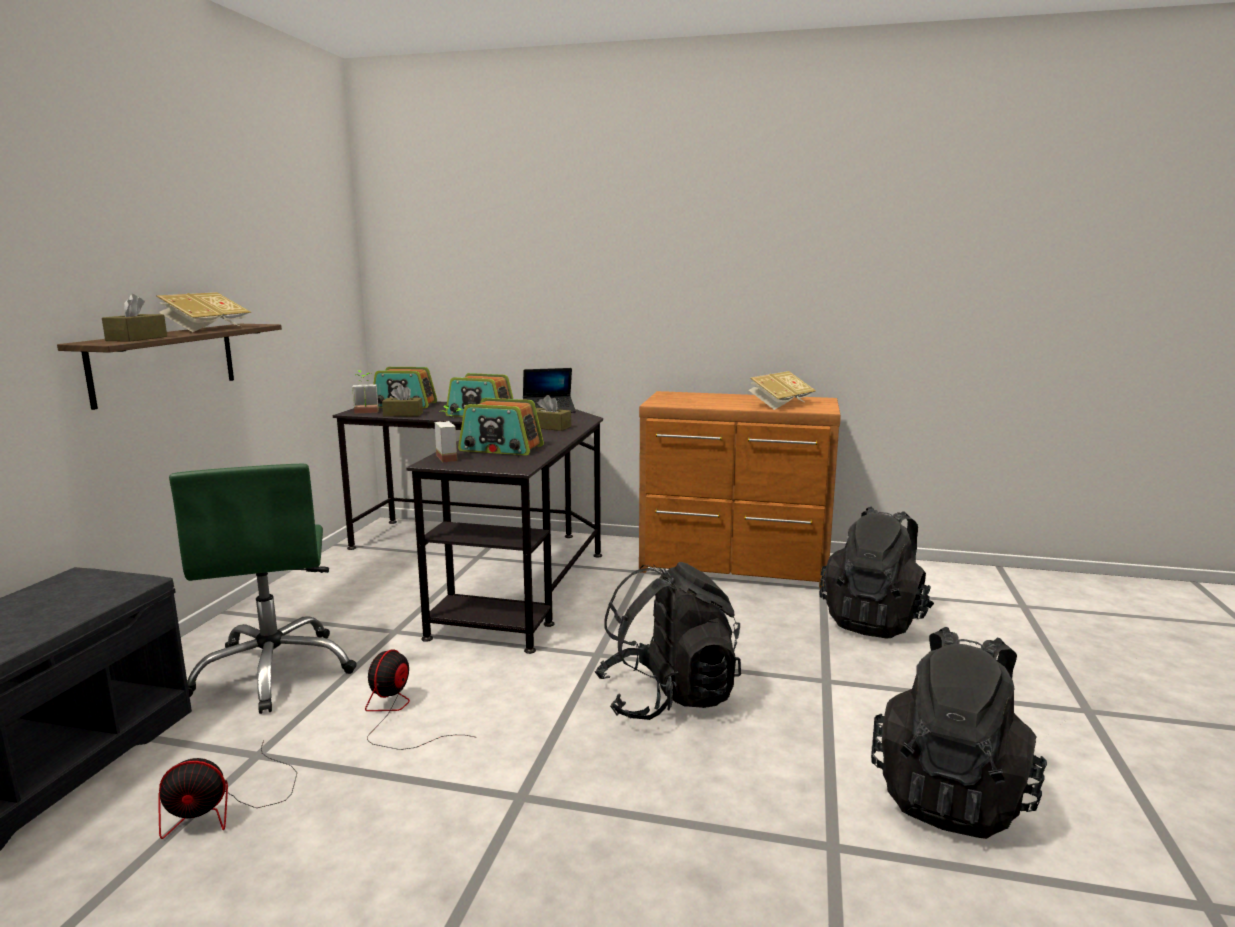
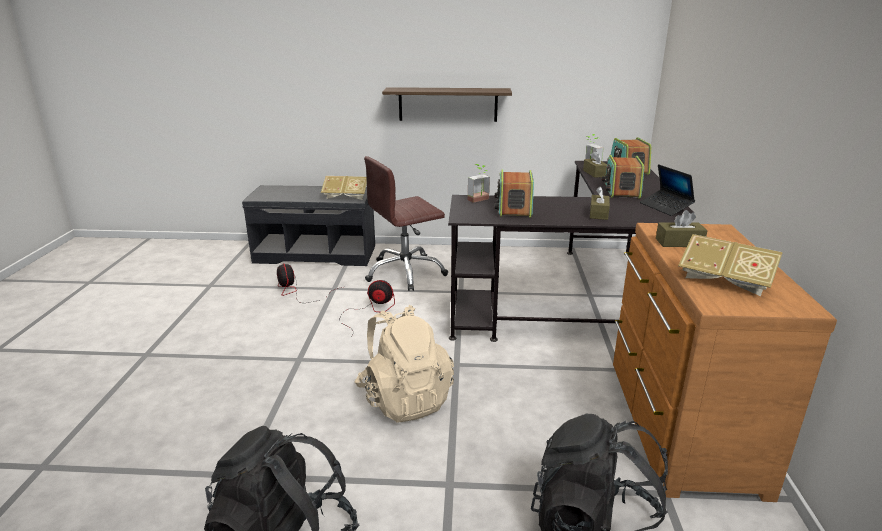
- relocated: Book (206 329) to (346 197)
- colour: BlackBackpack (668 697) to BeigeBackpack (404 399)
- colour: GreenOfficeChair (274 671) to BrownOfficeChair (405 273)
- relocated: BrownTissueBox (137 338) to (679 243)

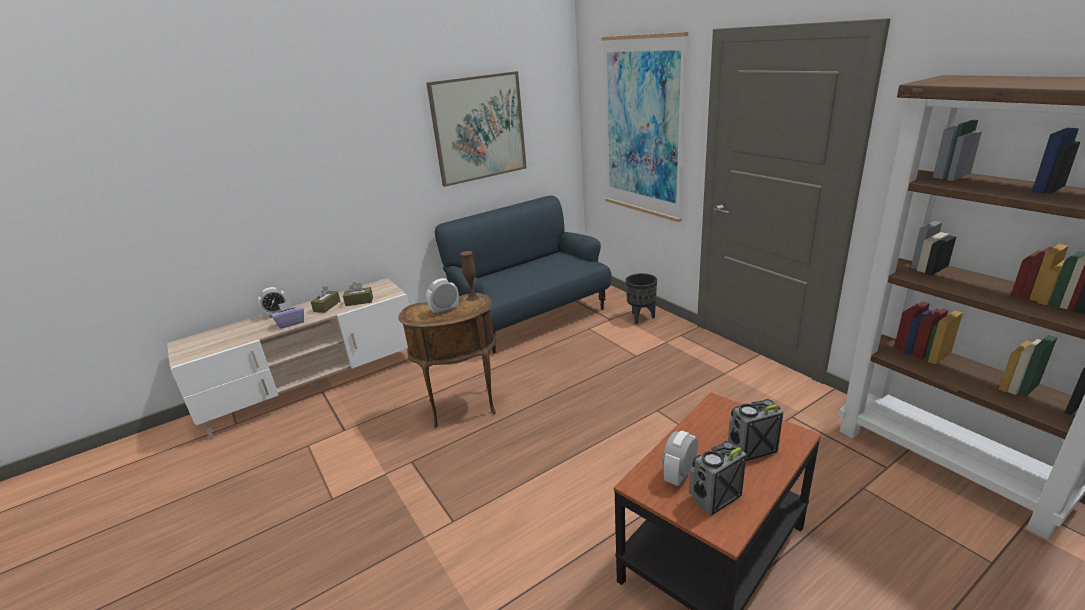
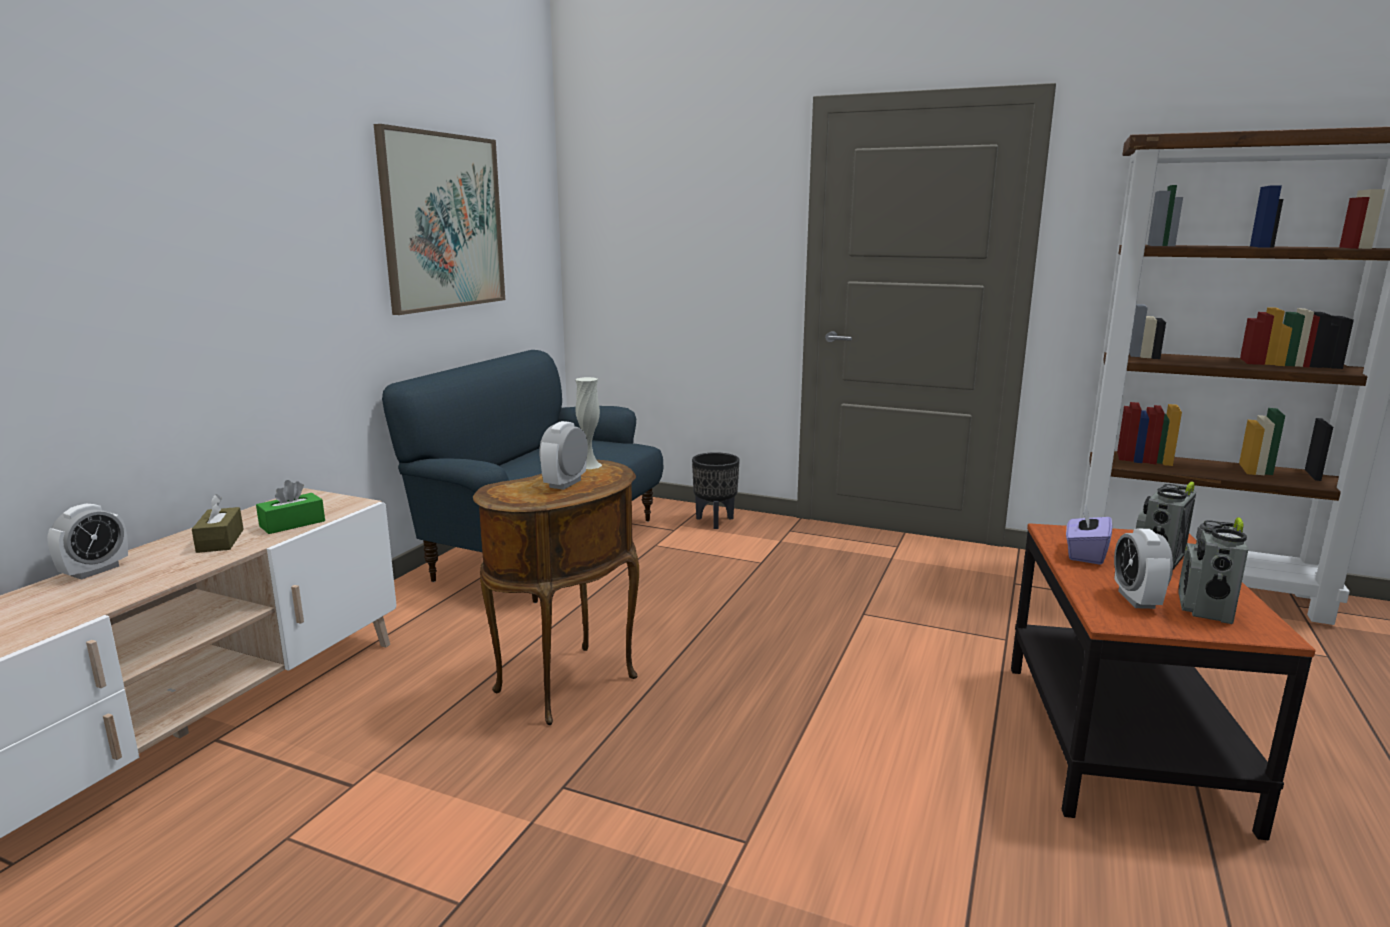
- colour: BrownTissueBox (359 301) to GreenTissueBox (292 524)
- colour: BrownVase (473 298) to WhiteVase (589 465)
- relocated: PurpleTissueBox (291 323) to (1085 554)
- missing: Picture (642 128)

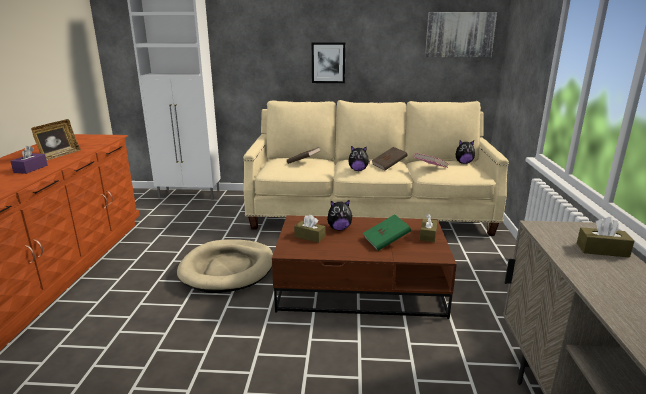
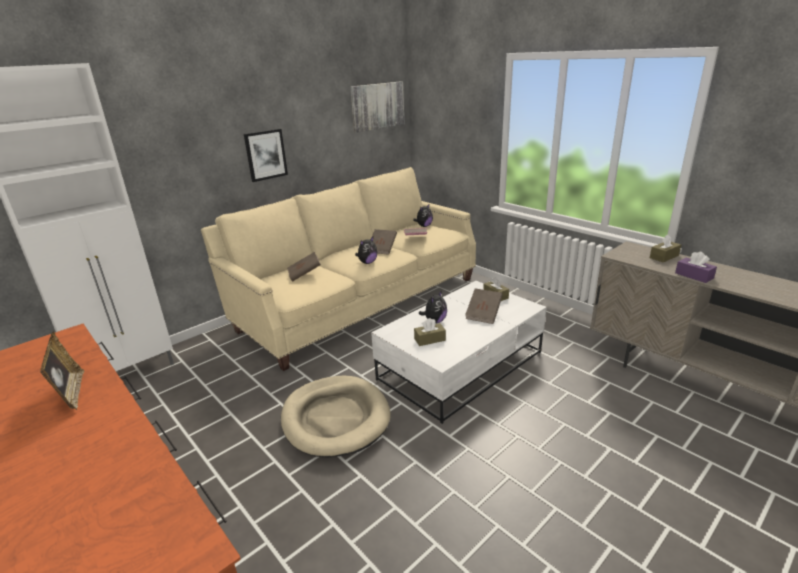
- colour: BrownCoffeeTable (361 287) to WhiteCoffeeTable (461 365)
- colour: GreenBook (386 242) to BrownBook (483 314)
- relocated: PurpleTissueBox (31 169) to (694 276)

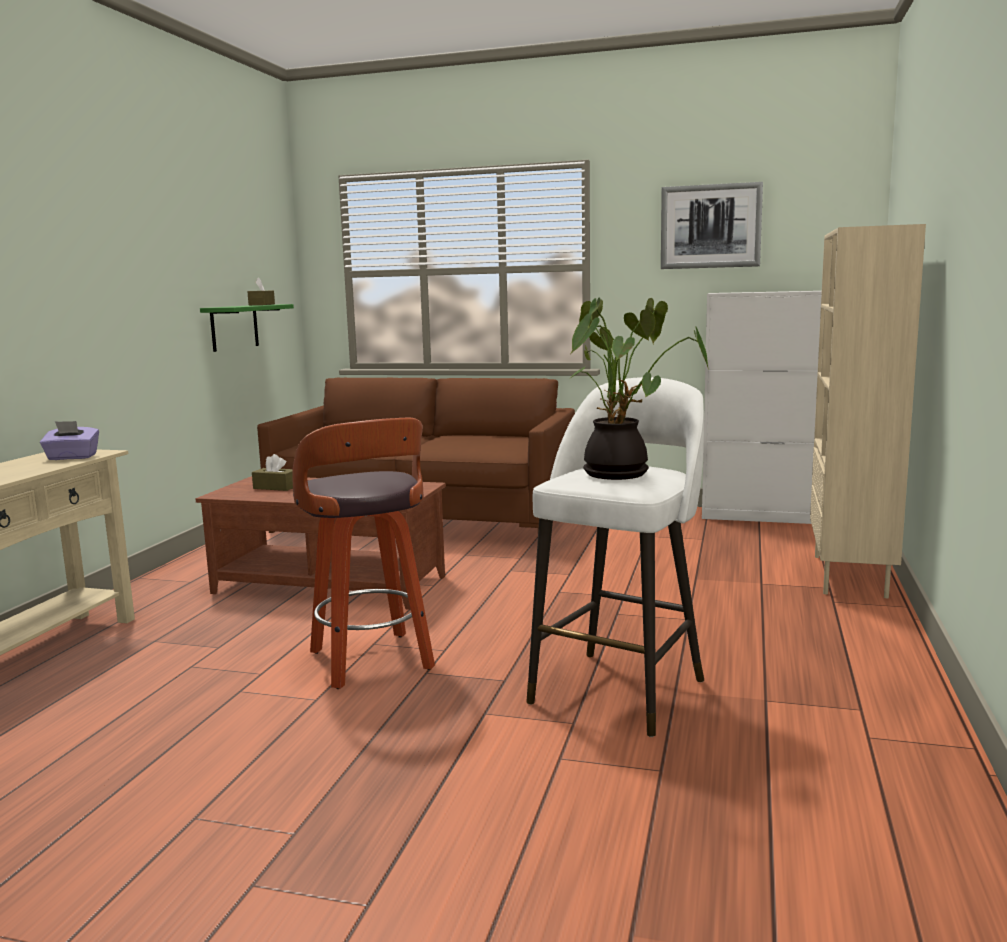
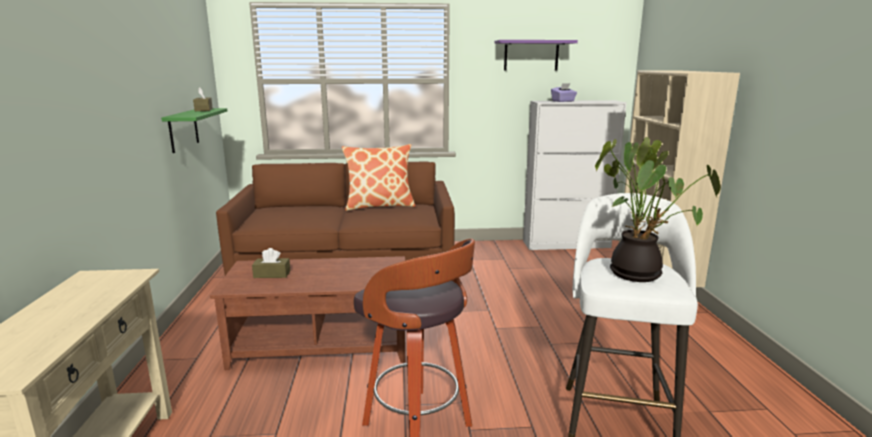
- appeared: Pillow (379 206)
- exchanged: Picture (710 226) to PurpleShelf (531 55)
- relocated: PurpleTissueBox (72 457) to (563 101)

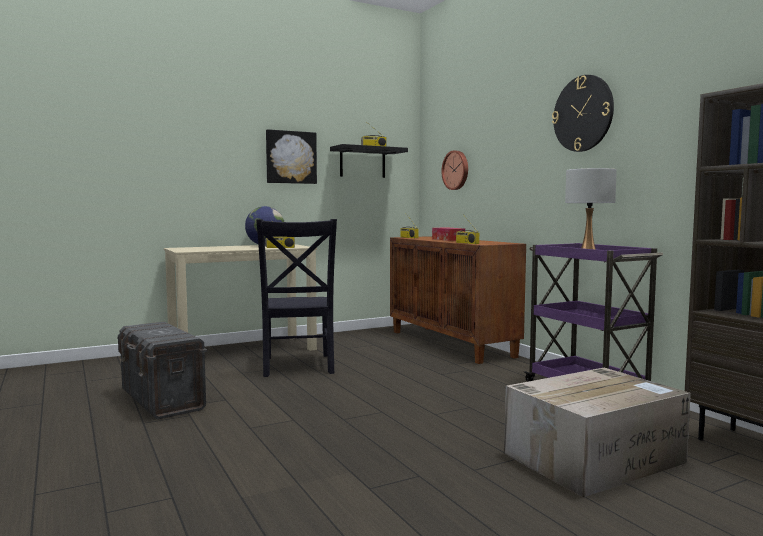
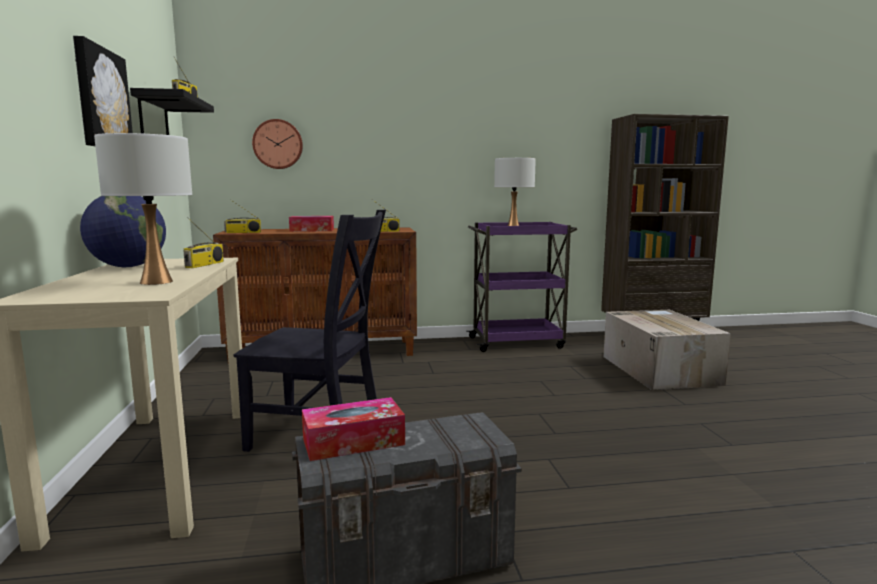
- appeared: WhiteTableLamp (156 282)
- appeared: TissueBox (353 442)
- missing: WallClock (583 113)

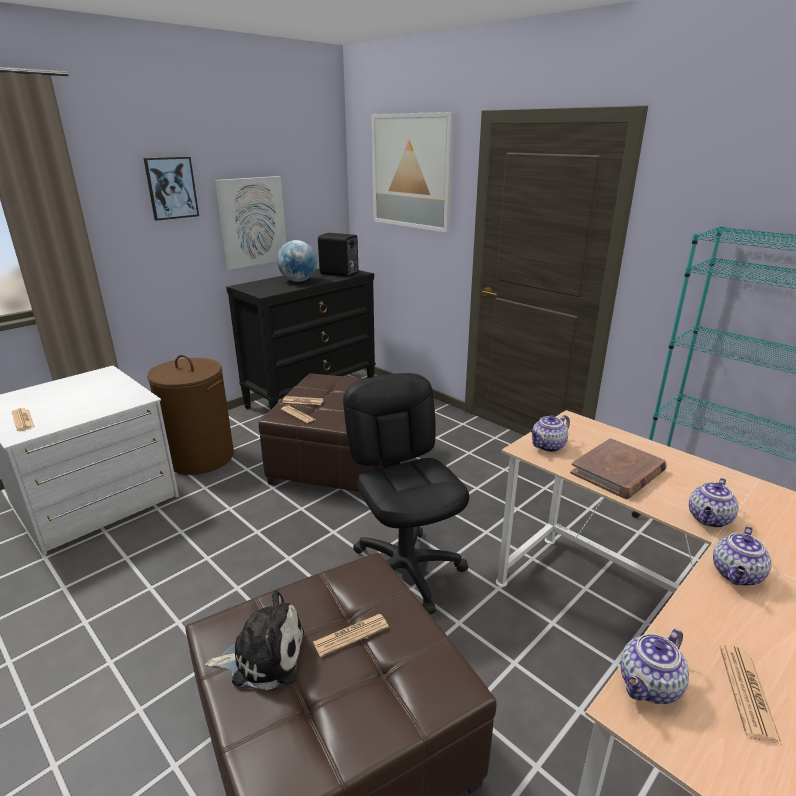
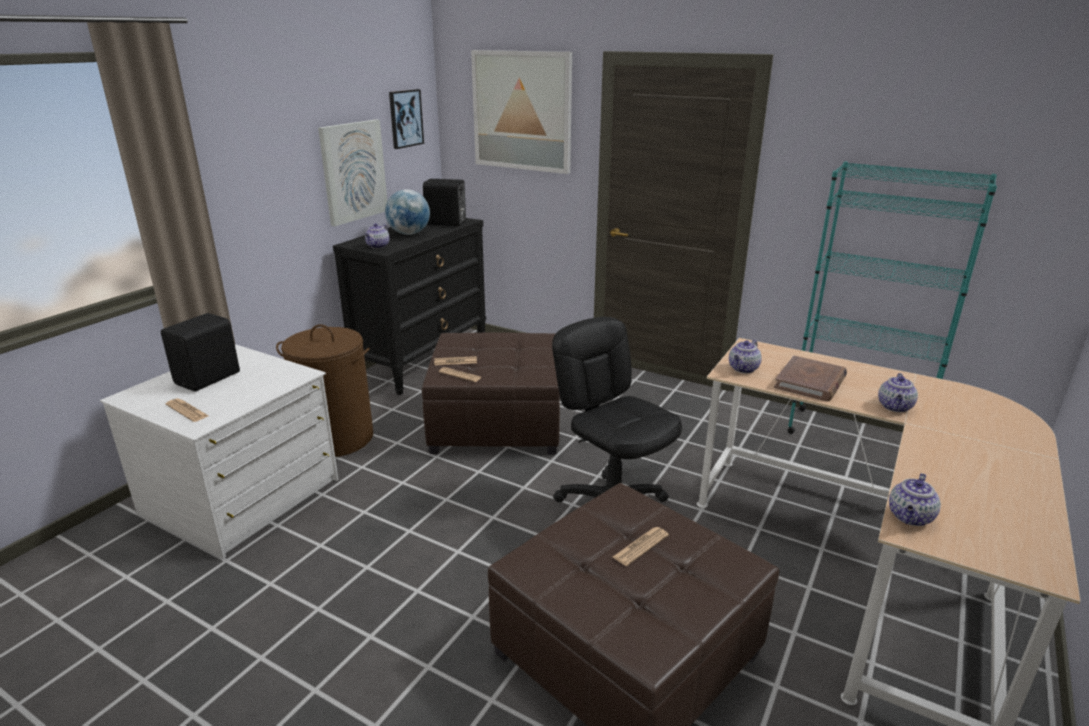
- appeared: BlackSpeaker (209 378)
- relocated: Teapot (737 575) to (378 246)
- relocated: Picture (171 188) to (405 118)
- missing: PlushToy (263 656)
- missing: Newspaper (747 692)

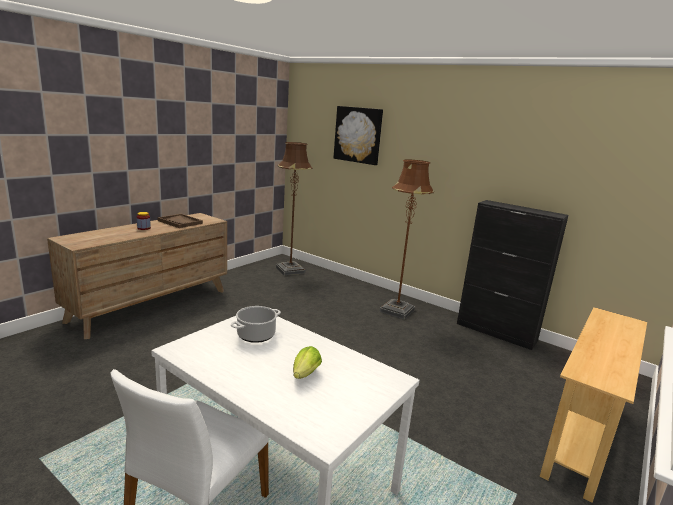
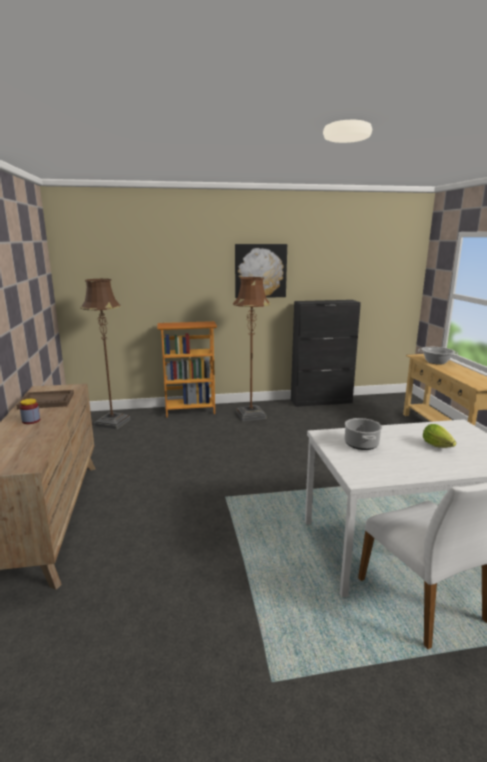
- appeared: Bookcase (190 411)
- relocated: Picture (358 135) to (260 271)
- appeared: CookingPot (436 362)

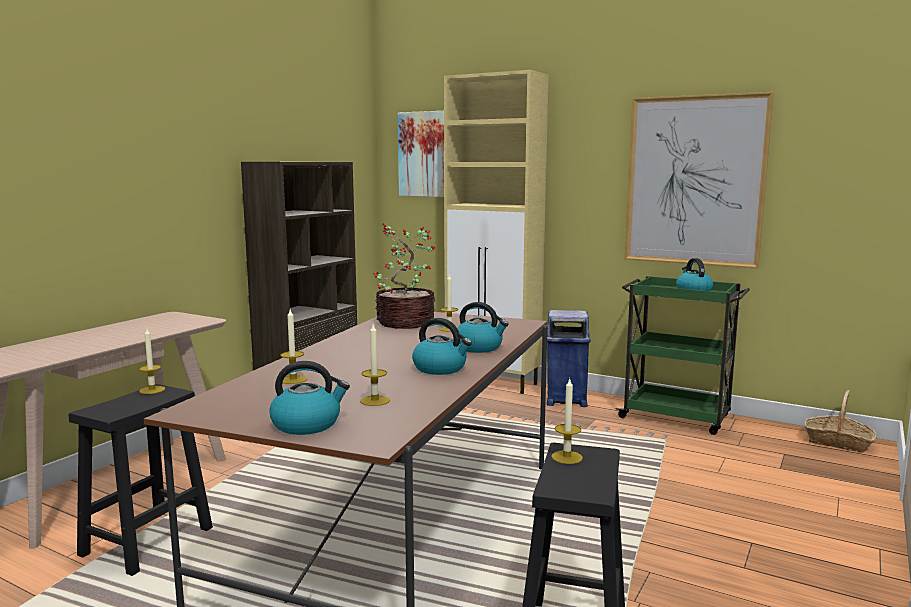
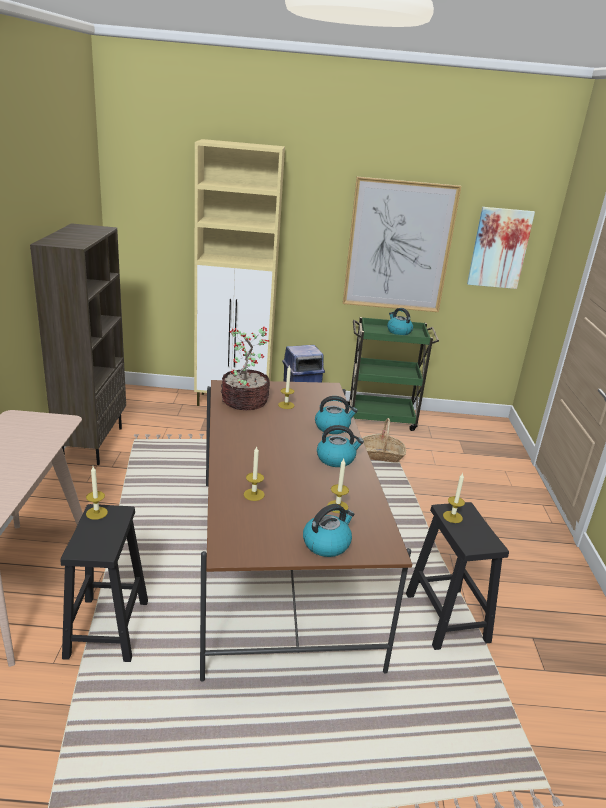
- relocated: Basket (838 442) to (381 455)
- relocated: Picture (423 154) to (499 248)

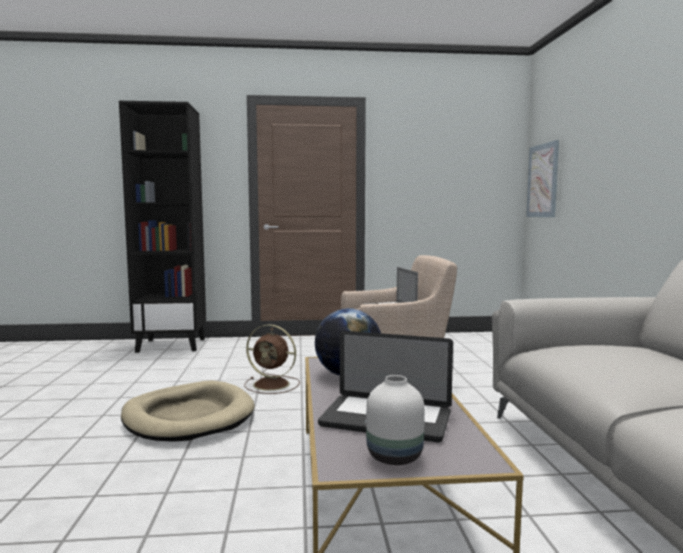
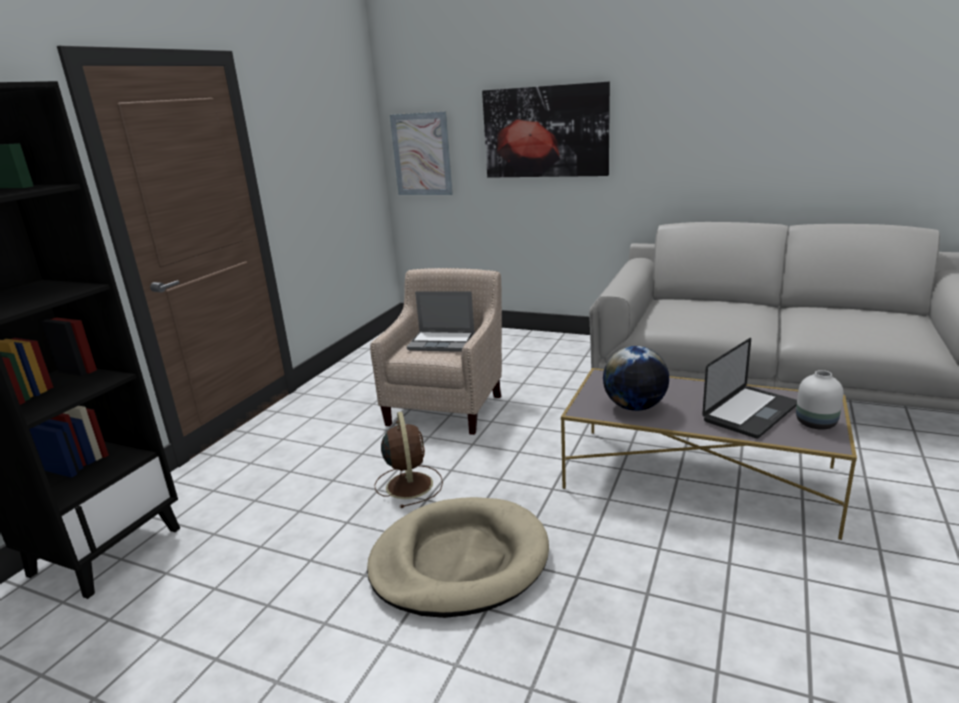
- spun: BrownFan (273 384) = (409 484) 60 degrees counterclockwise
- appeared: Picture (545 132)

